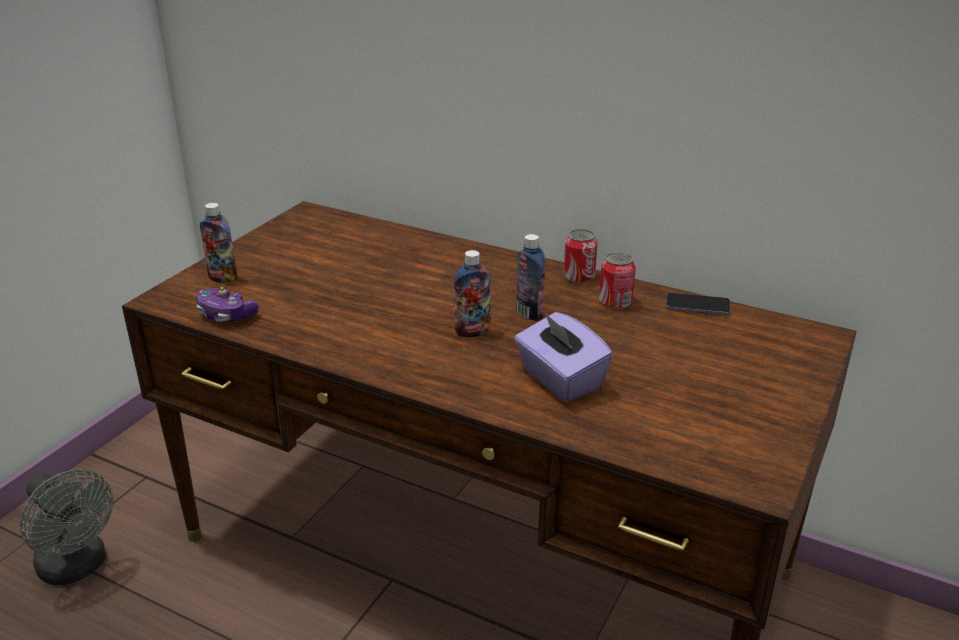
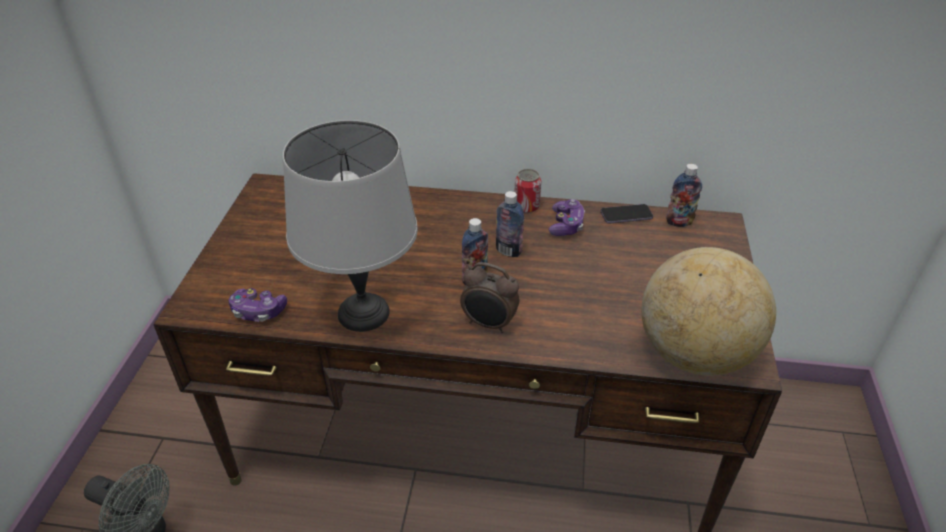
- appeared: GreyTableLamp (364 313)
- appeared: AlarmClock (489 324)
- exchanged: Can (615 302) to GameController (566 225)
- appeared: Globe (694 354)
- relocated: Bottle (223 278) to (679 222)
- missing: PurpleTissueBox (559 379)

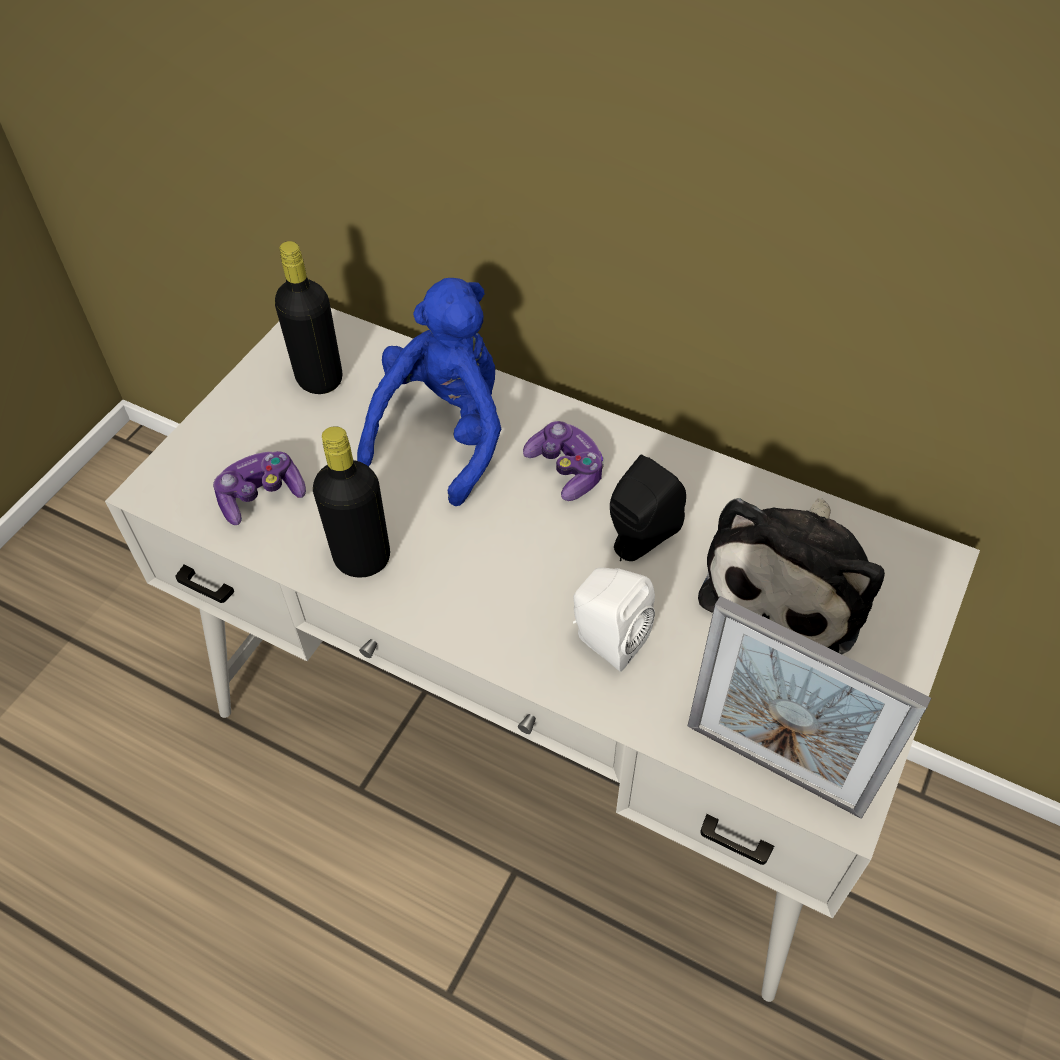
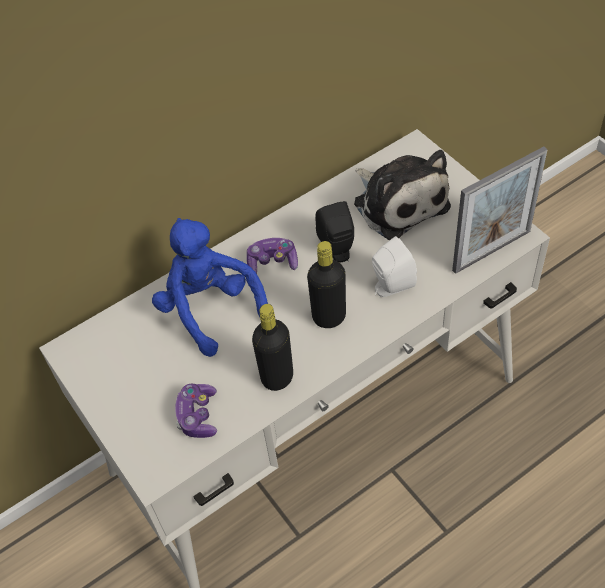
- relocated: BlackBottle (319 379) to (329 317)

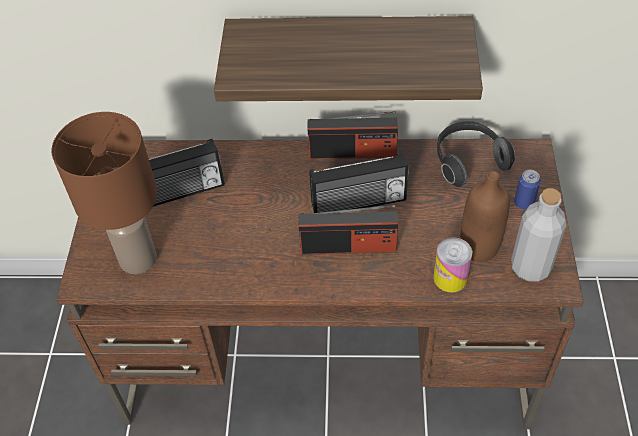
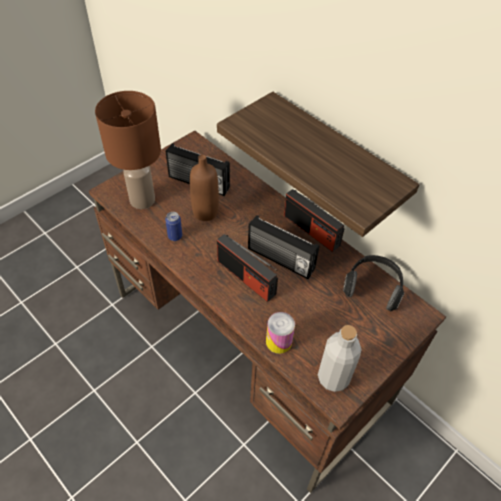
- relocated: Can (524 203) to (175 236)
- relocated: BrownBottle (479 248) to (205 212)

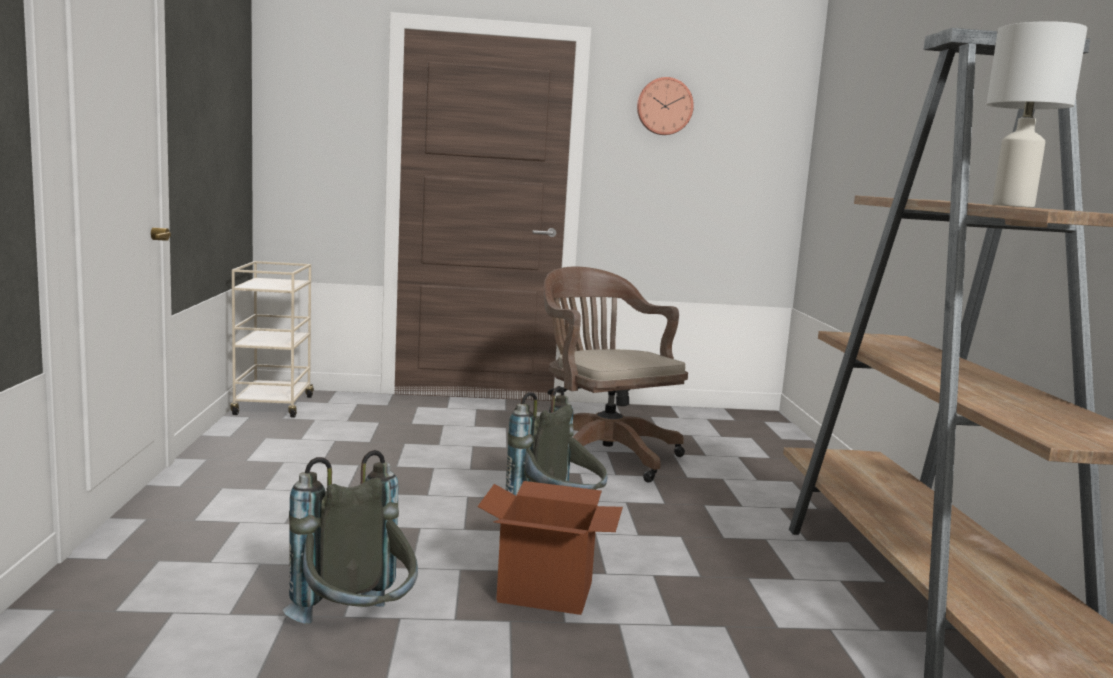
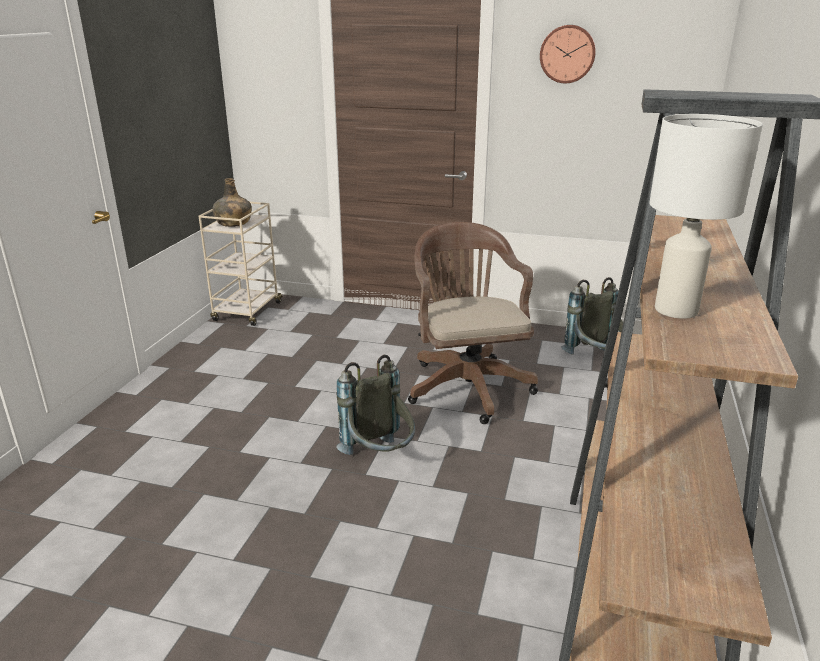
- appeared: GreenBottle (233 223)
- relocated: GreyBackpack (356 630) to (595 359)
- missing: CardboardBox (546 592)

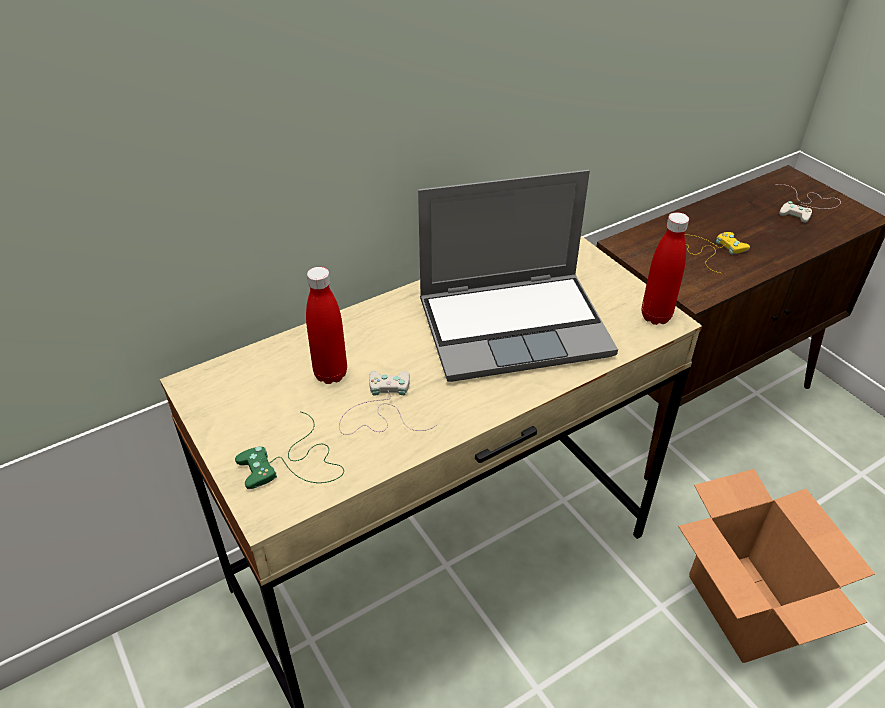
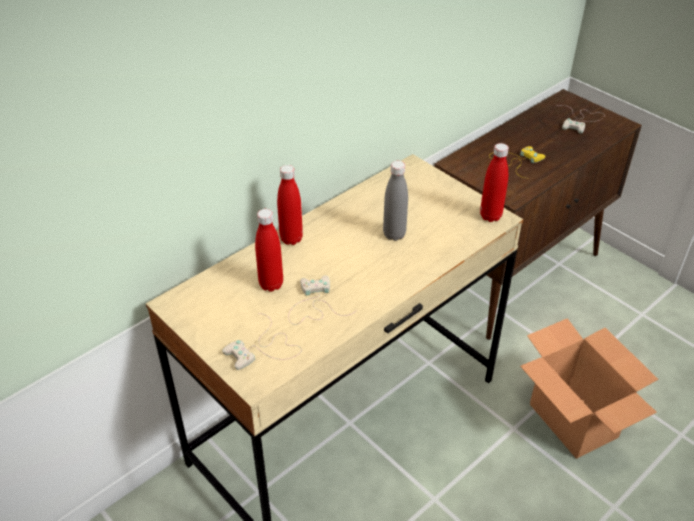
- colour: GreenGameController (294 463) to WhiteGameController (264 348)
- appeared: RedBottle (291 239)
- exchanged: Laptop (515 326) to GreyBottle (394 234)

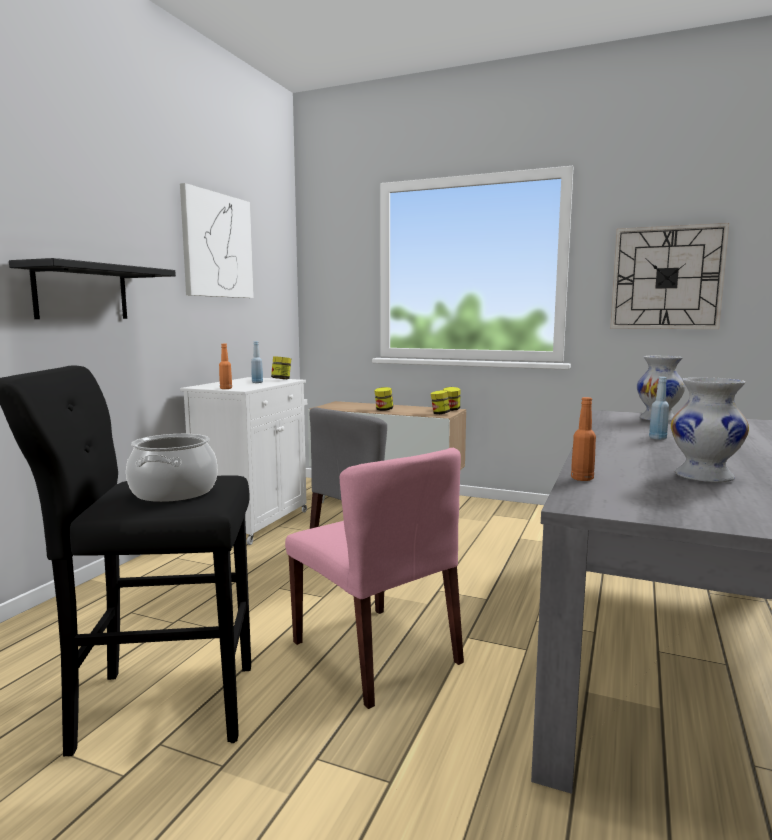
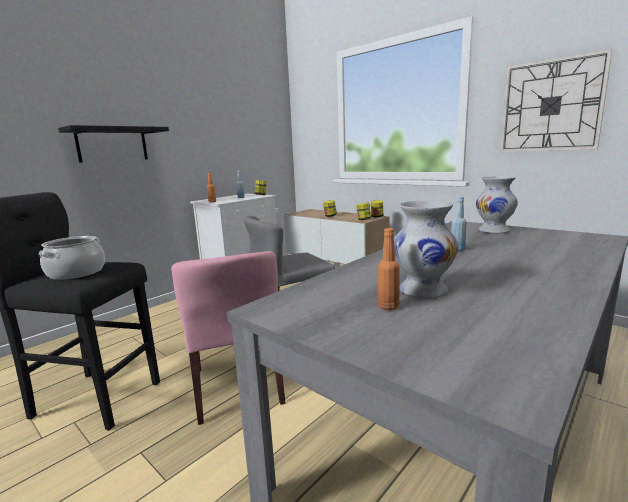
- relocated: OrangeBottle (582 479) to (388 307)
- missing: Picture (217 245)

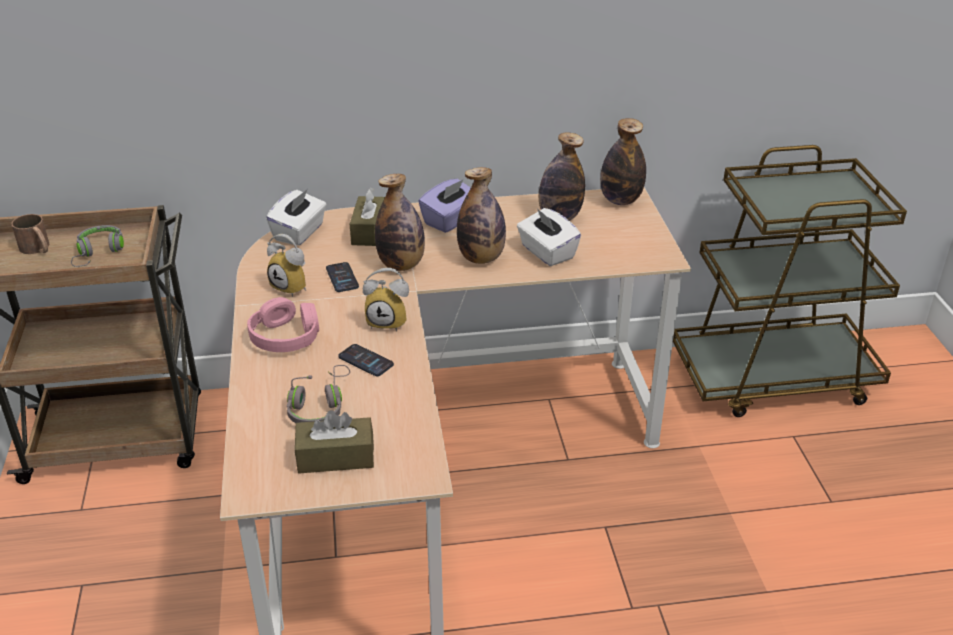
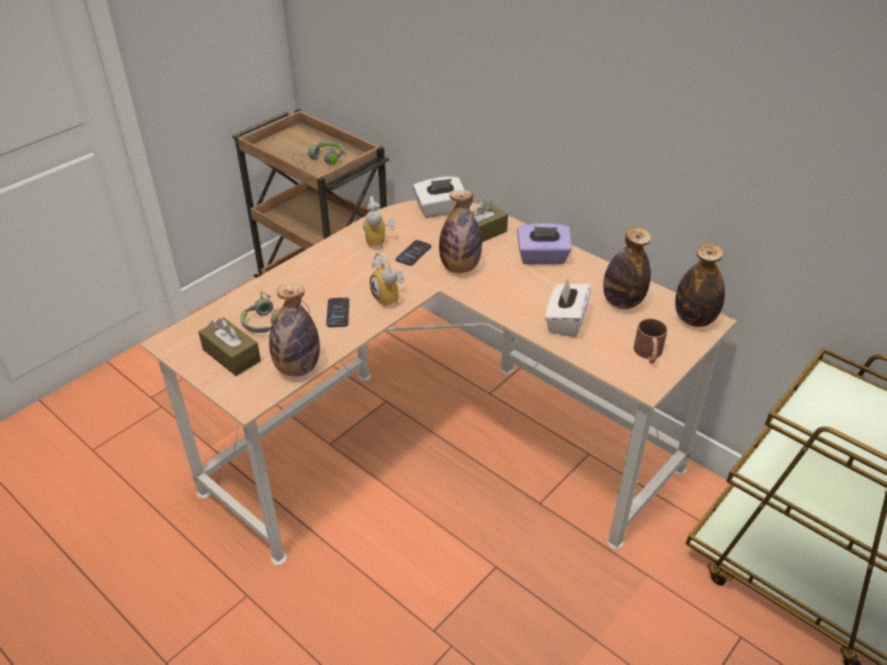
- relocated: Bottle (481 258) to (297 368)
- relocated: BrownMug (37 249) to (649 354)
- missing: PinkHeadphones (286 336)

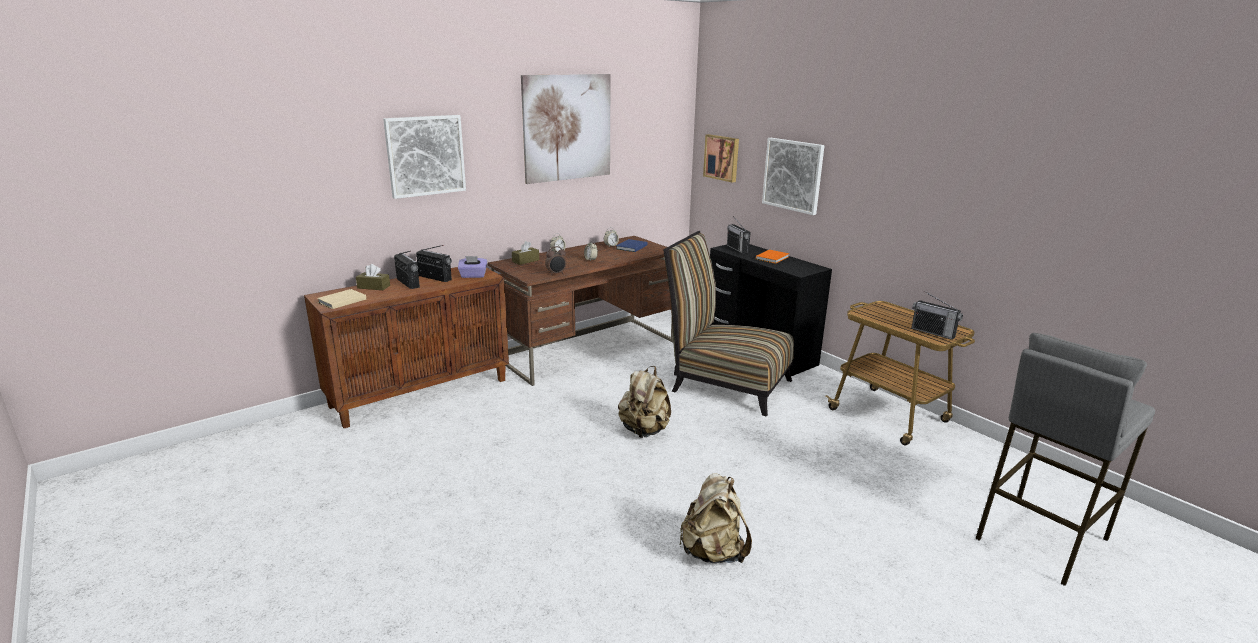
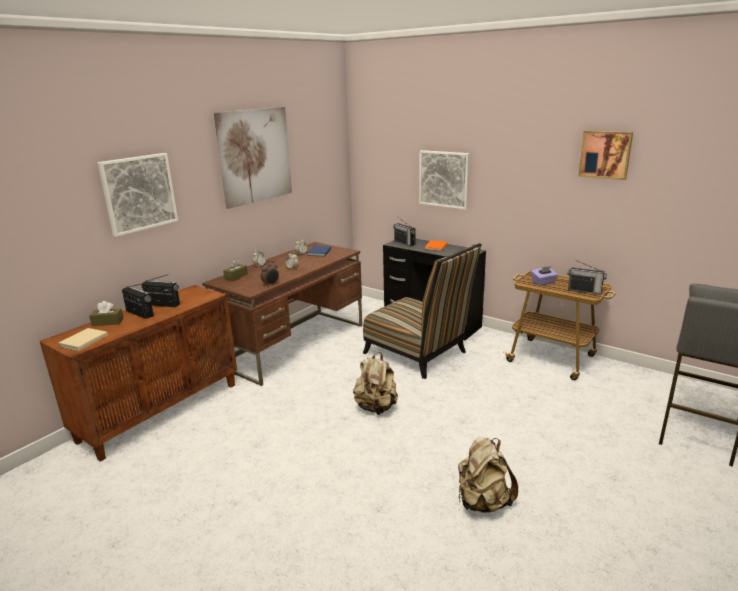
- spun: Chair (724 383) = (419 355) 150 degrees counterclockwise
- relocated: PurpleTissueBox (473 276) to (543 282)
- relocated: Picture (722 157) to (605 154)

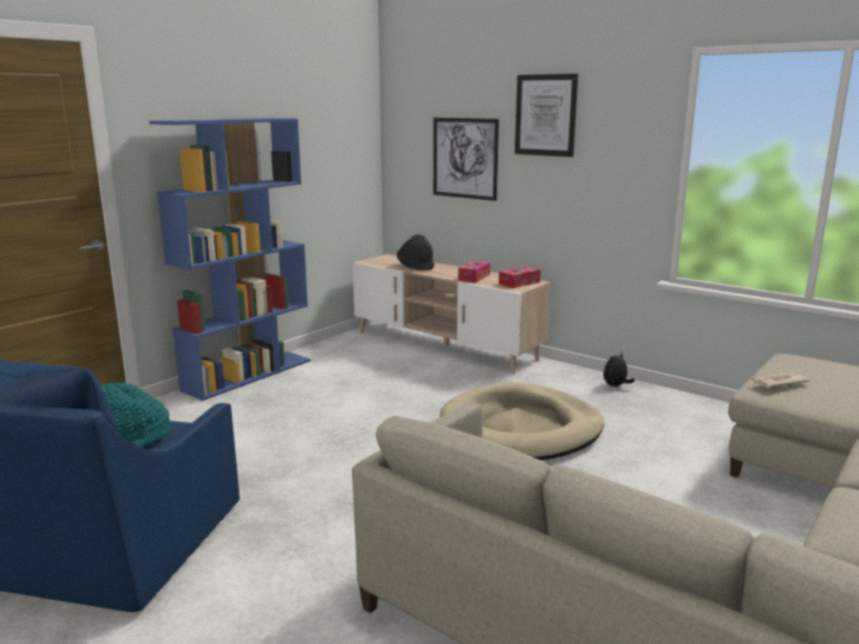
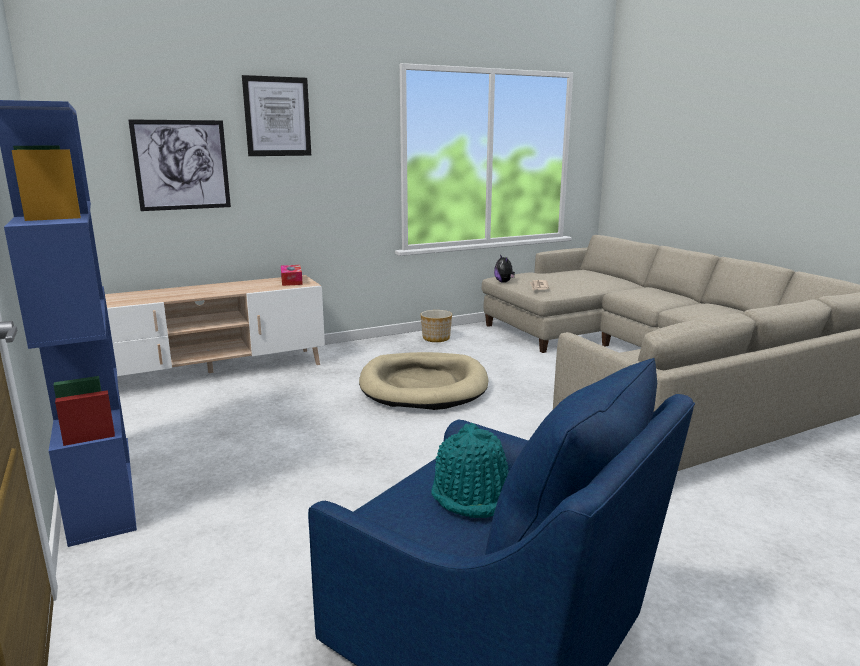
- appeared: Planter (436 338)
- relocated: PlushToy (615 386) to (504 282)
- missing: BlackHat (416 266)
- missing: TissueBox (474 277)

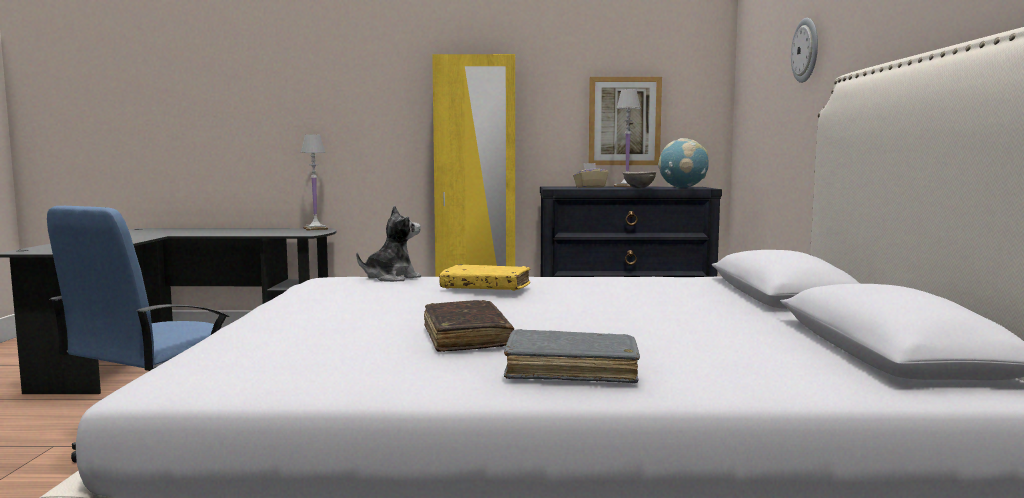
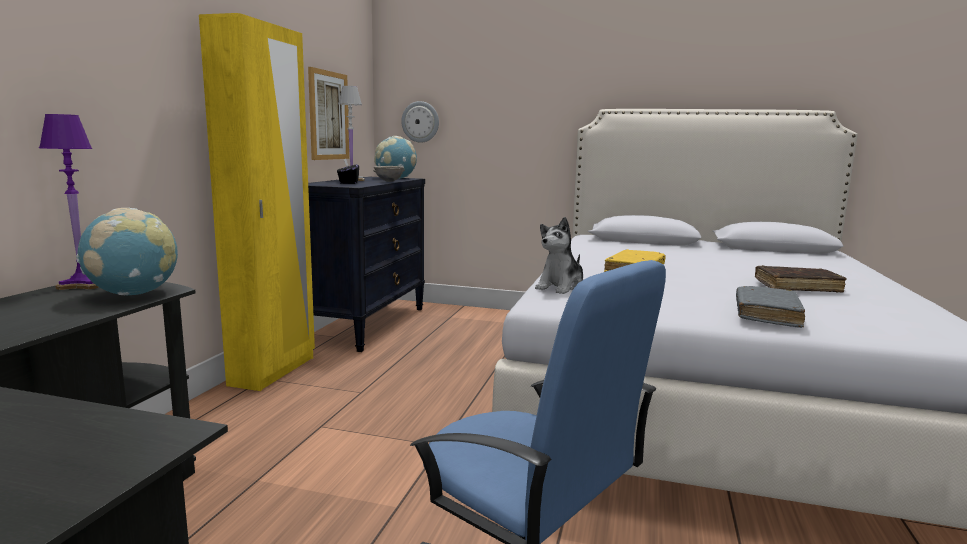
- colour: WhiteTableLamp (316 229) to PurpleTableLamp (83 285)
- appeared: Globe (134 294)
- colour: BeigeTissueBox (590 187) to BlackTissueBox (348 183)
- relocated: WallClock (806 50) to (420 122)
- spun: PlushToy (391 278) = (561 287) 120 degrees counterclockwise
- relocated: GreyBook (571 370) to (766 315)

